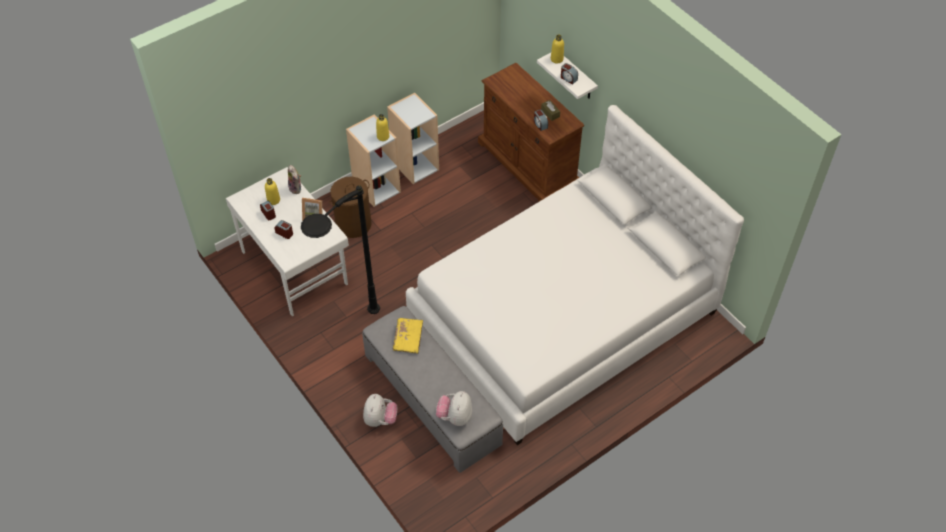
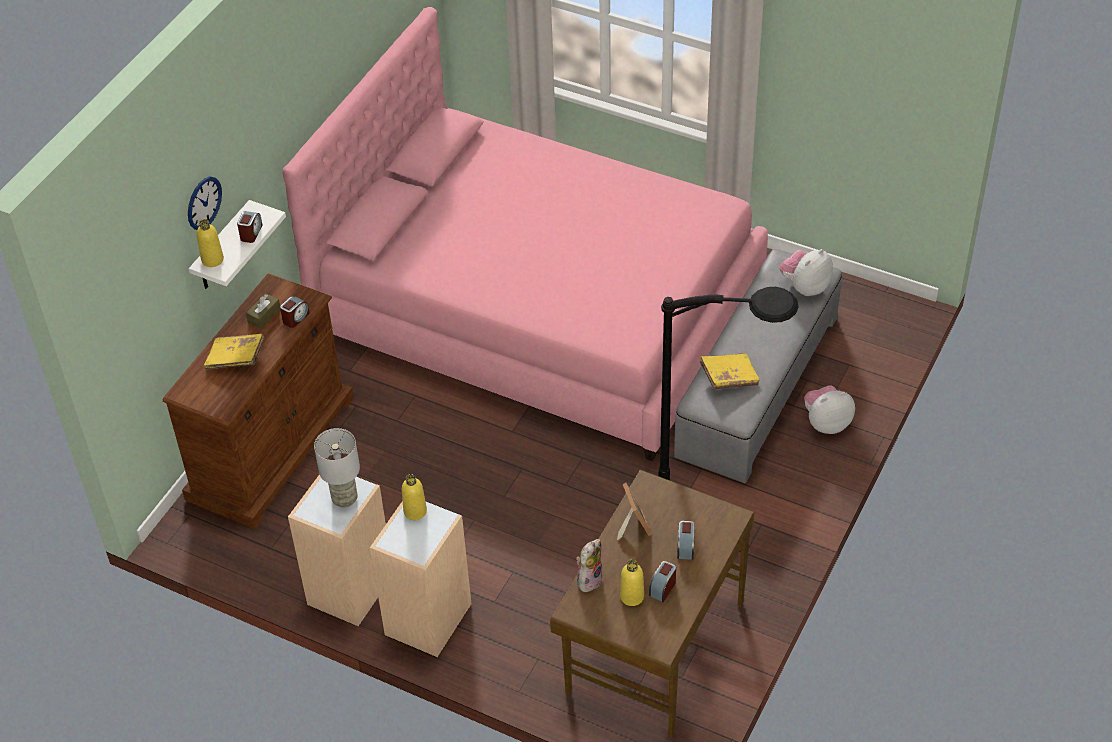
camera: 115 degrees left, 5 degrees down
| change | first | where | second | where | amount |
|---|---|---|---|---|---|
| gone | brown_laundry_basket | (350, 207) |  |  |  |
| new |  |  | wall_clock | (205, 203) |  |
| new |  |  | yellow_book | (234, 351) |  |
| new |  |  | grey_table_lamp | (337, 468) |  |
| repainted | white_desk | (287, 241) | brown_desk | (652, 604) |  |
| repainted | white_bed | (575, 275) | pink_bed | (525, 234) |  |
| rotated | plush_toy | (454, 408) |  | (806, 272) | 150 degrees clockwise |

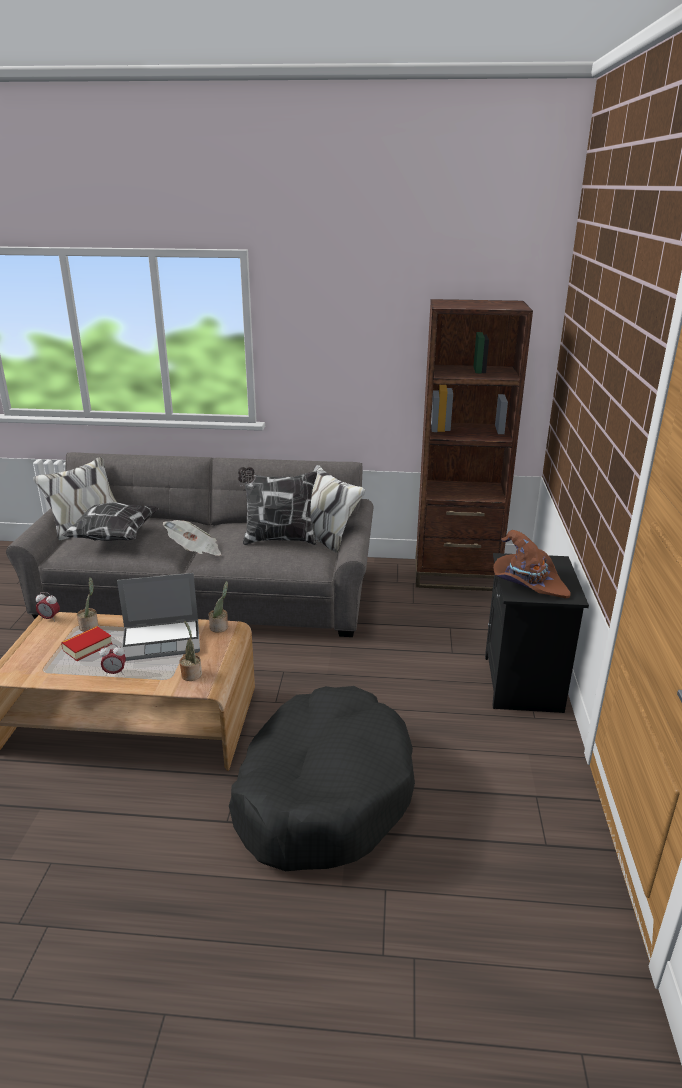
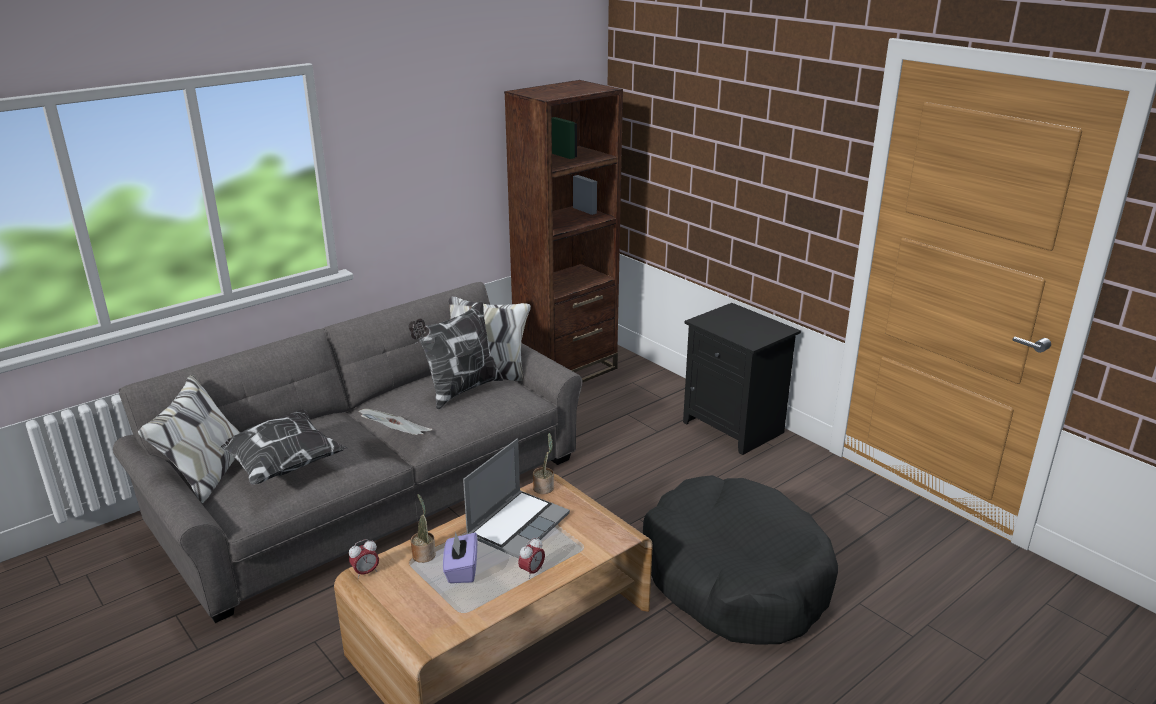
camera: 45 degrees left, 0 degrees up
| change | first | where | second | where | amount |
|---|---|---|---|---|---|
| gone | potted_plant | (190, 650) |  |  |  |
| gone | brown_hat | (531, 564) |  |  |  |
| swapped | book | (86, 643) | purple_tissue_box | (460, 557) |  |

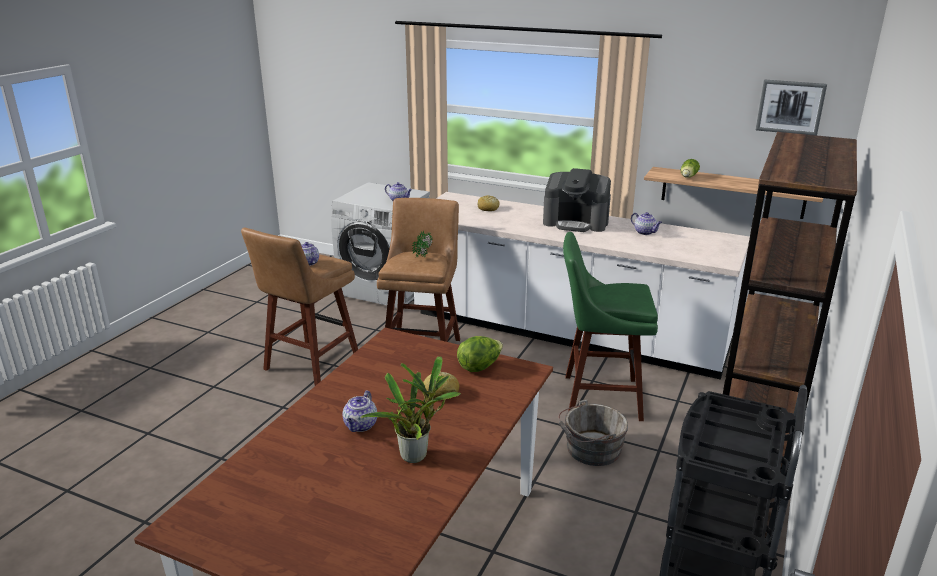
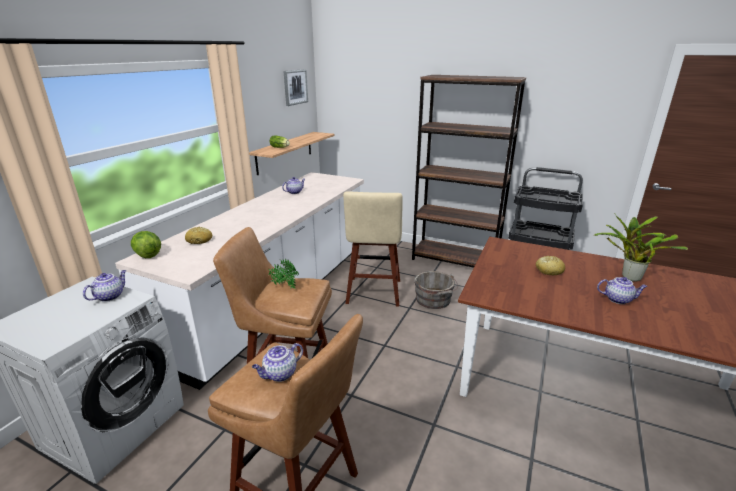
camera: 90 degrees left, 0 degrees up
| change | first | where | second | where | amount |
|---|---|---|---|---|---|
| gone | coffee_machine | (577, 200) |  |  |  |
| shifted | lettuce | (480, 354) |  | (146, 244) |  |
| repainted | green_stool | (610, 326) | beige_stool | (373, 249) |  |

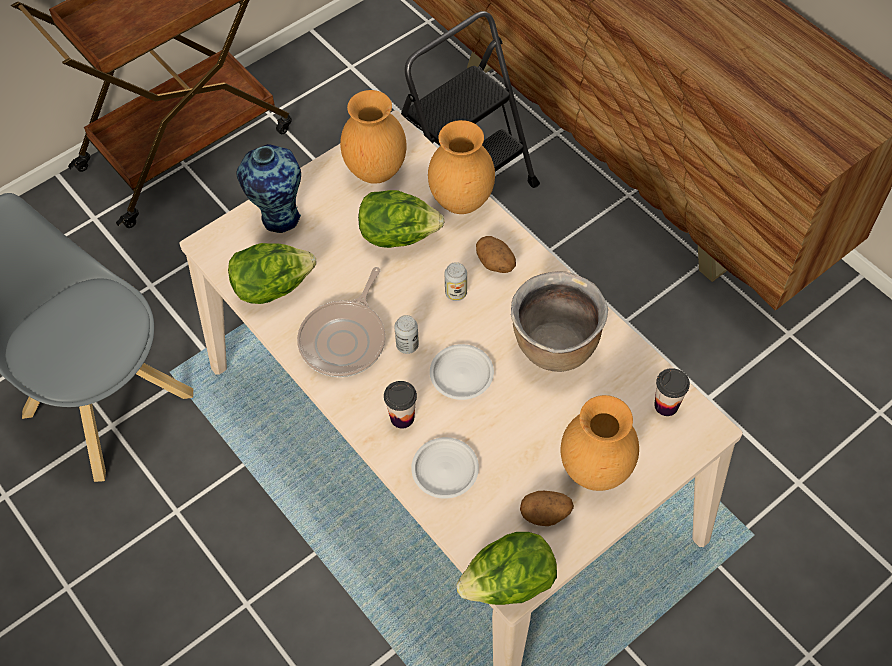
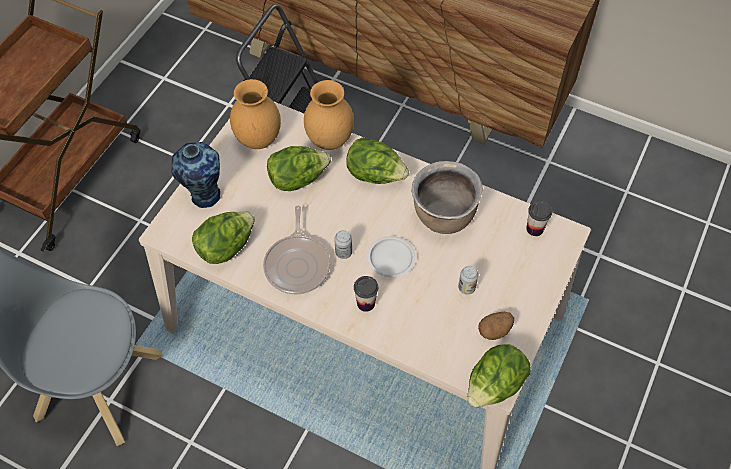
camera: 25 degrees left, 0 degrees up
| change | first | where | second | where | amount |
|---|---|---|---|---|---|
| gone | white_plate | (445, 468) |  |  |  |
| gone | brown_vase | (599, 443) |  |  |  |
| shifted | can | (456, 281) |  | (468, 280) |  |
| swapped | potato | (496, 254) | lettuce | (377, 160) |  |

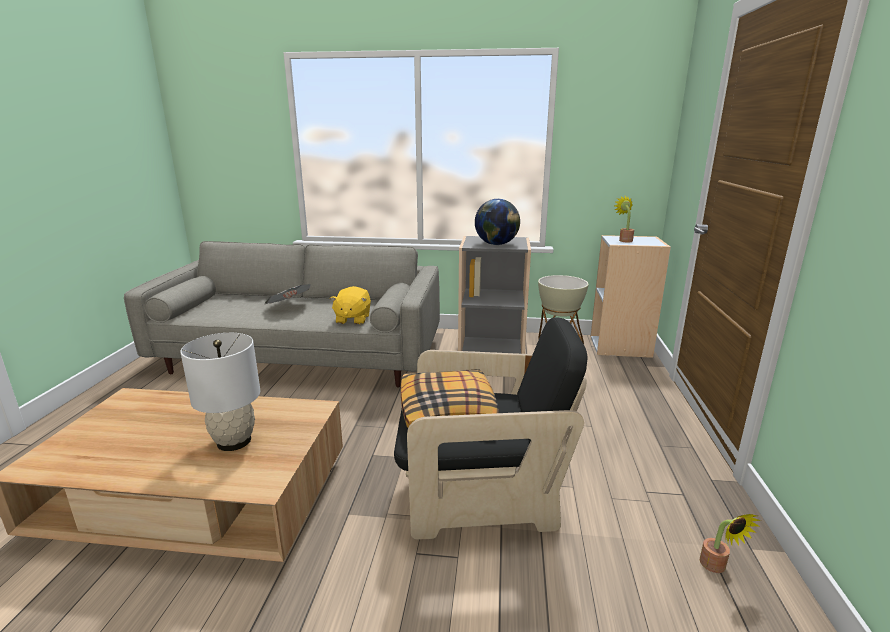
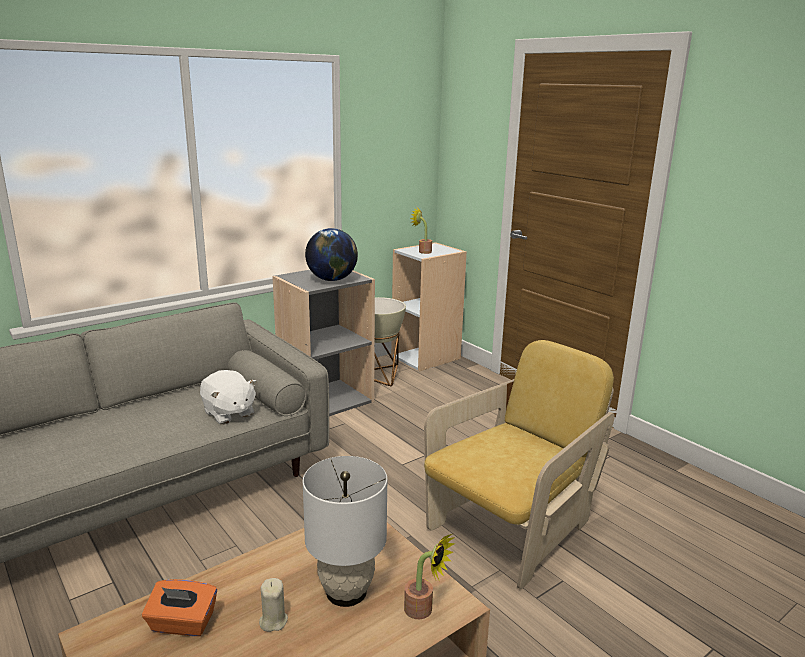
camera: 45 degrees left, 0 degrees up
| change | first | where | second | where | amount |
|---|---|---|---|---|---|
| gone | newspaper | (288, 294) |  |  |  |
| gone | pillow | (450, 398) |  |  |  |
| new |  |  | orange_tissue_box | (179, 607) |  |
| new |  |  | beige_candle | (273, 605) |  |
| shifted | potted_plant | (730, 543) |  | (429, 576) |  |
| repainted | yellow_plush_toy | (350, 305) | white_plush_toy | (228, 397) |  |
| repainted | black_armchair | (490, 429) | yellow_armchair | (519, 464) |  |

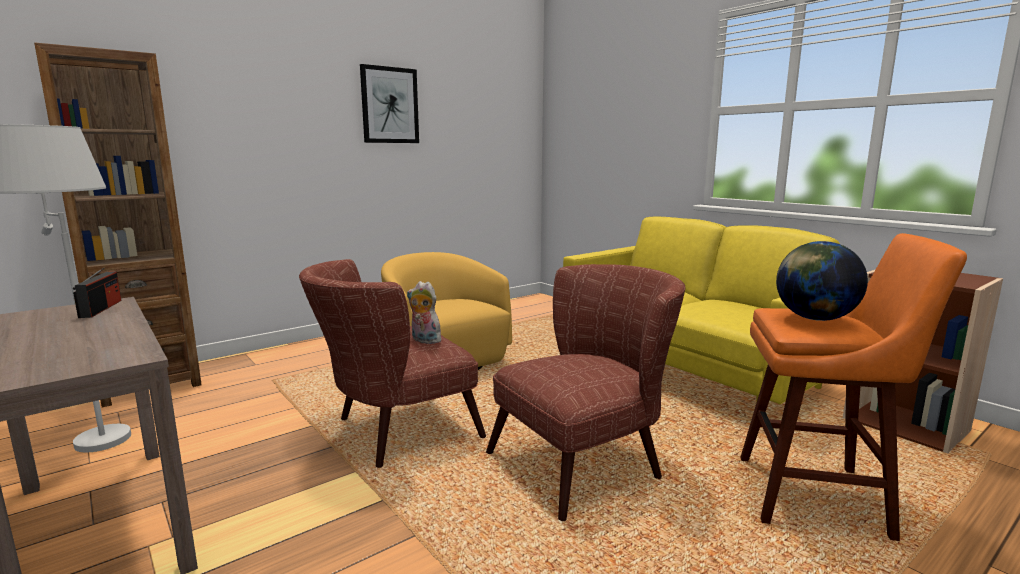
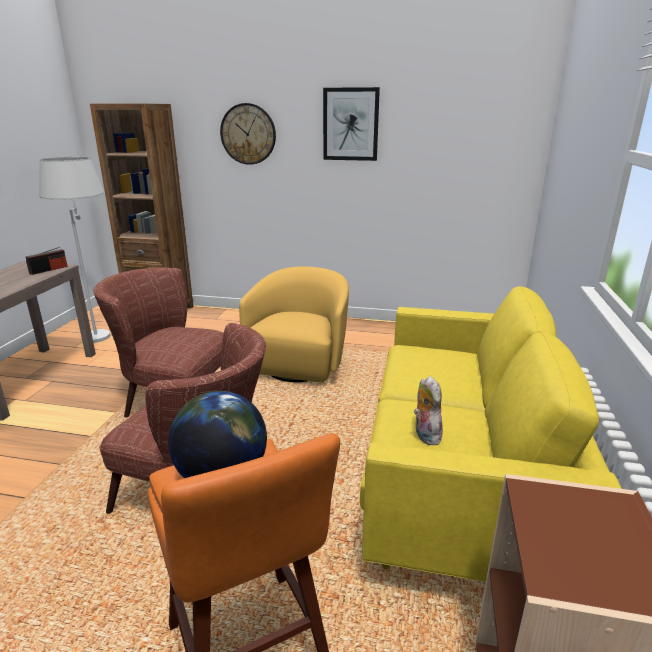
camera: 50 degrees right, 10 degrees up
| change | first | where | second | where | amount |
|---|---|---|---|---|---|
| new |  |  | wall_clock | (248, 134) |  |
| shifted | plush_toy | (425, 312) |  | (428, 411) |  |

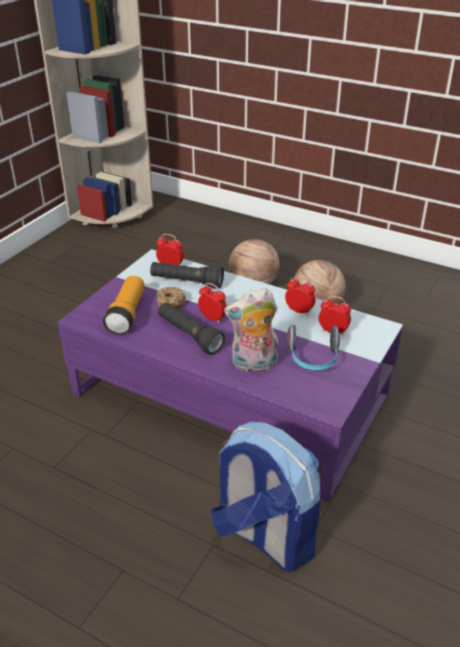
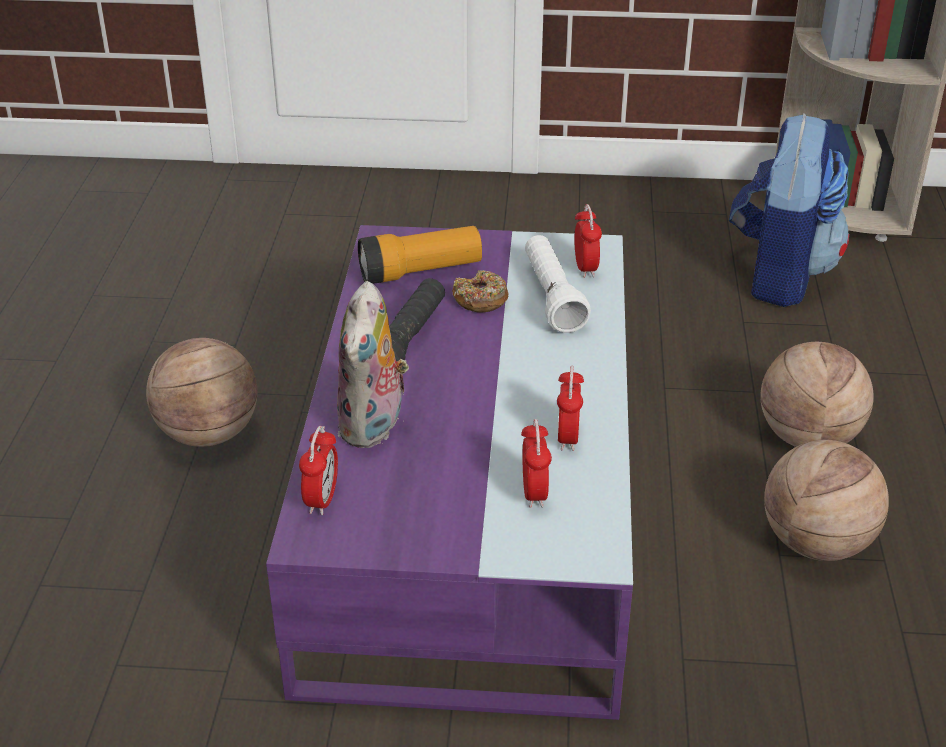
camera: 65 degrees right, 0 degrees up
| change | first | where | second | where | amount |
|---|---|---|---|---|---|
| gone | headphones | (313, 347) |  |  |  |
| new |  |  | basketball | (201, 392) |  |
| shifted | alarm_clock | (212, 303) |  | (318, 470) |  |
| shifted | backpack | (265, 496) |  | (789, 210) |  |
| repainted | black_flashlight | (187, 275) | white_flashlight | (558, 284) |  |
| rotated | plush_toy | (251, 331) |  | (373, 364) | 135 degrees counterclockwise |

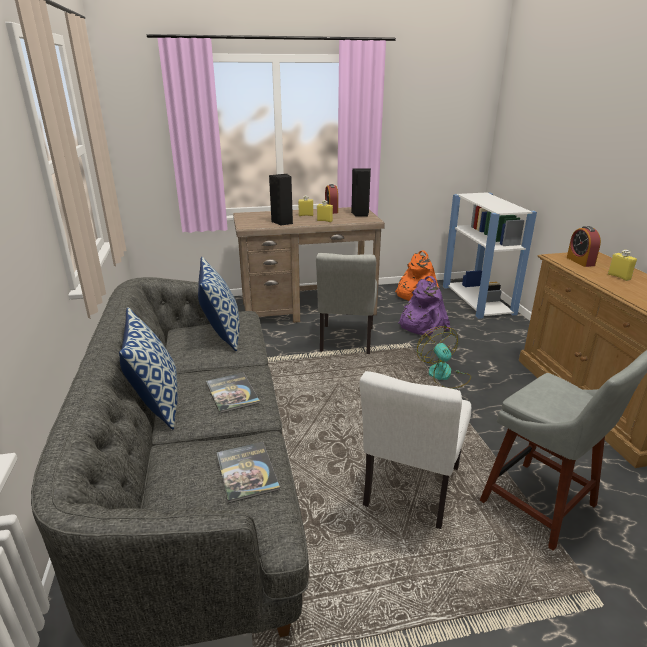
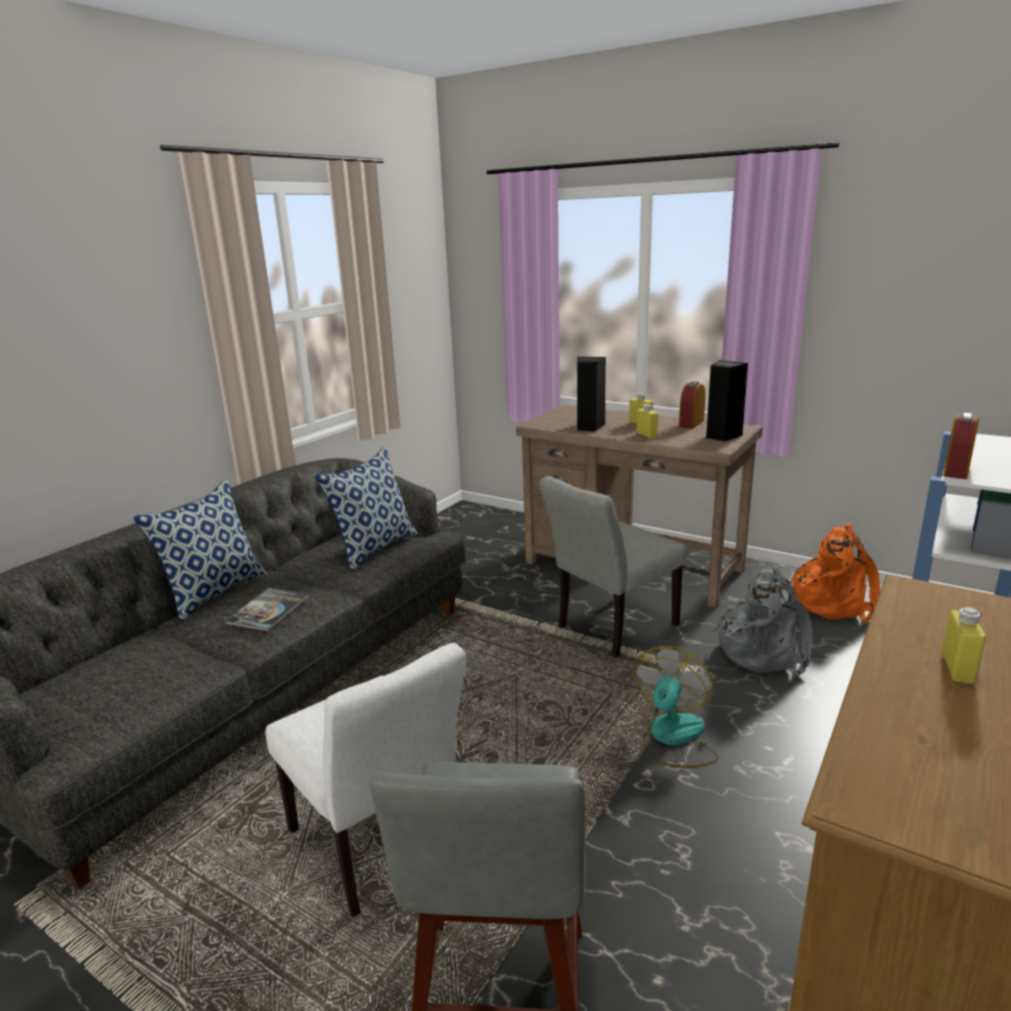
camera: 45 degrees right, 5 degrees down
| change | first | where | second | where | amount |
|---|---|---|---|---|---|
| gone | book | (248, 472) |  |  |  |
| shifted | alarm_clock | (584, 246) |  | (961, 446) |  |
| repainted | purple_backpack | (424, 305) | grey_backpack | (763, 620) |  |
| rotated | white_chair | (415, 450) |  | (366, 780) | 105 degrees counterclockwise |

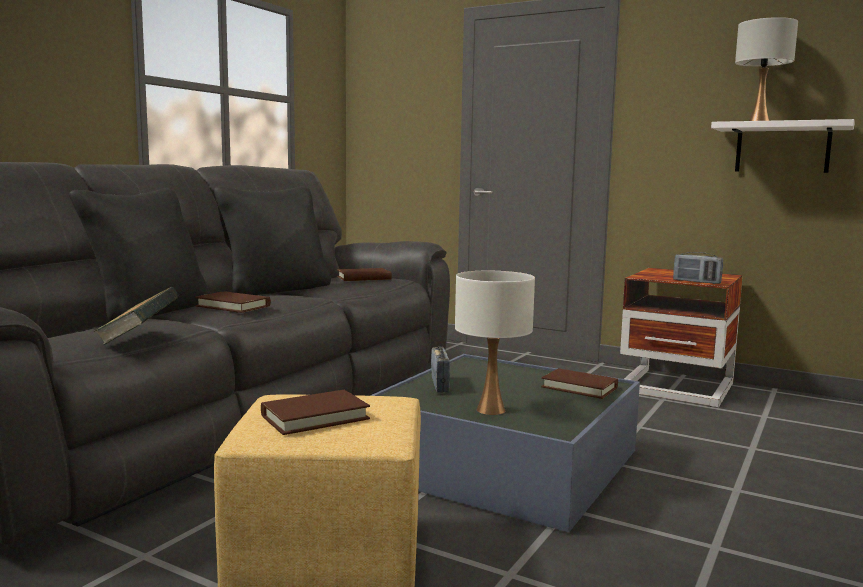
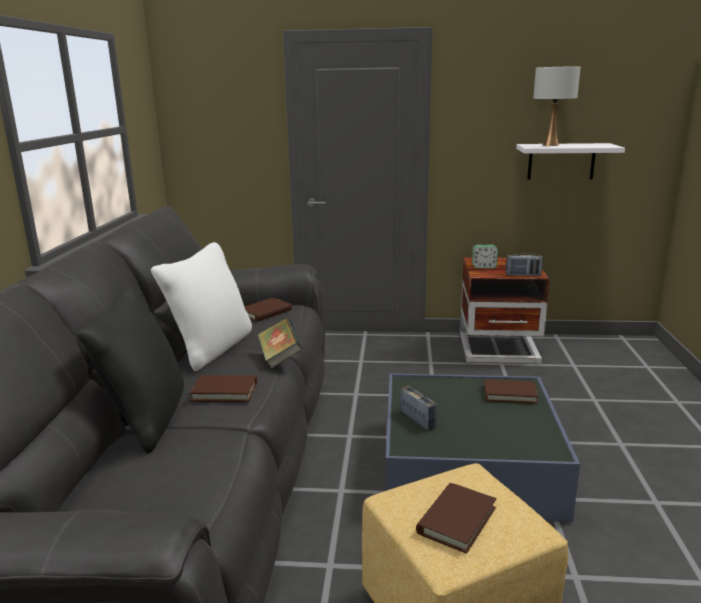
camera: 25 degrees left, 10 degrees up
| change | first | where | second | where | amount |
|---|---|---|---|---|---|
| gone | white_table_lamp | (495, 343) |  |  |  |
| new |  |  | alarm_clock | (485, 256) |  |
| shifted | book | (136, 316) |  | (280, 343) |  |
| repainted | black_pillow | (272, 240) | white_pillow | (201, 306) |  |

